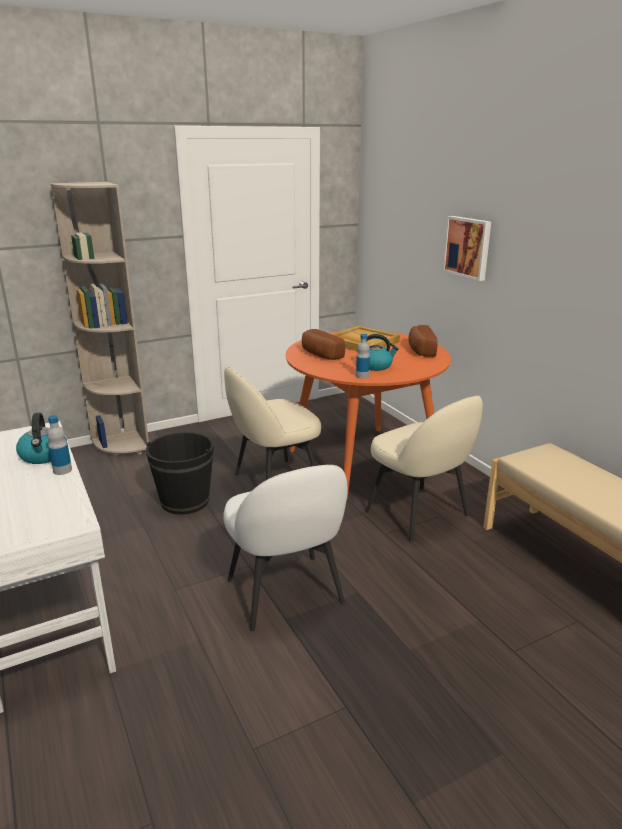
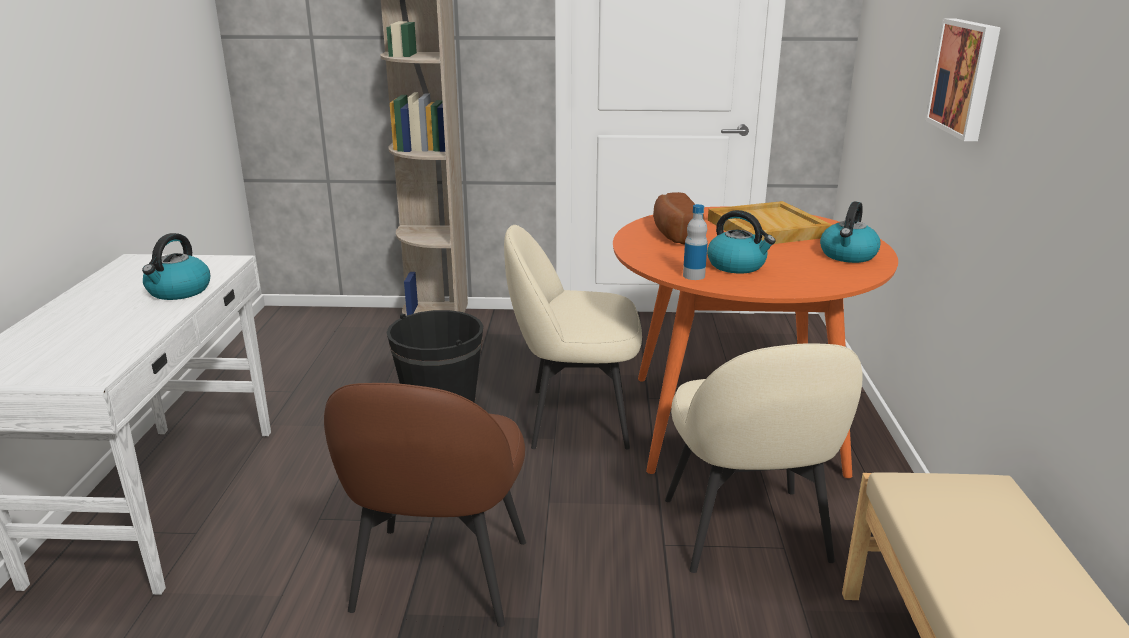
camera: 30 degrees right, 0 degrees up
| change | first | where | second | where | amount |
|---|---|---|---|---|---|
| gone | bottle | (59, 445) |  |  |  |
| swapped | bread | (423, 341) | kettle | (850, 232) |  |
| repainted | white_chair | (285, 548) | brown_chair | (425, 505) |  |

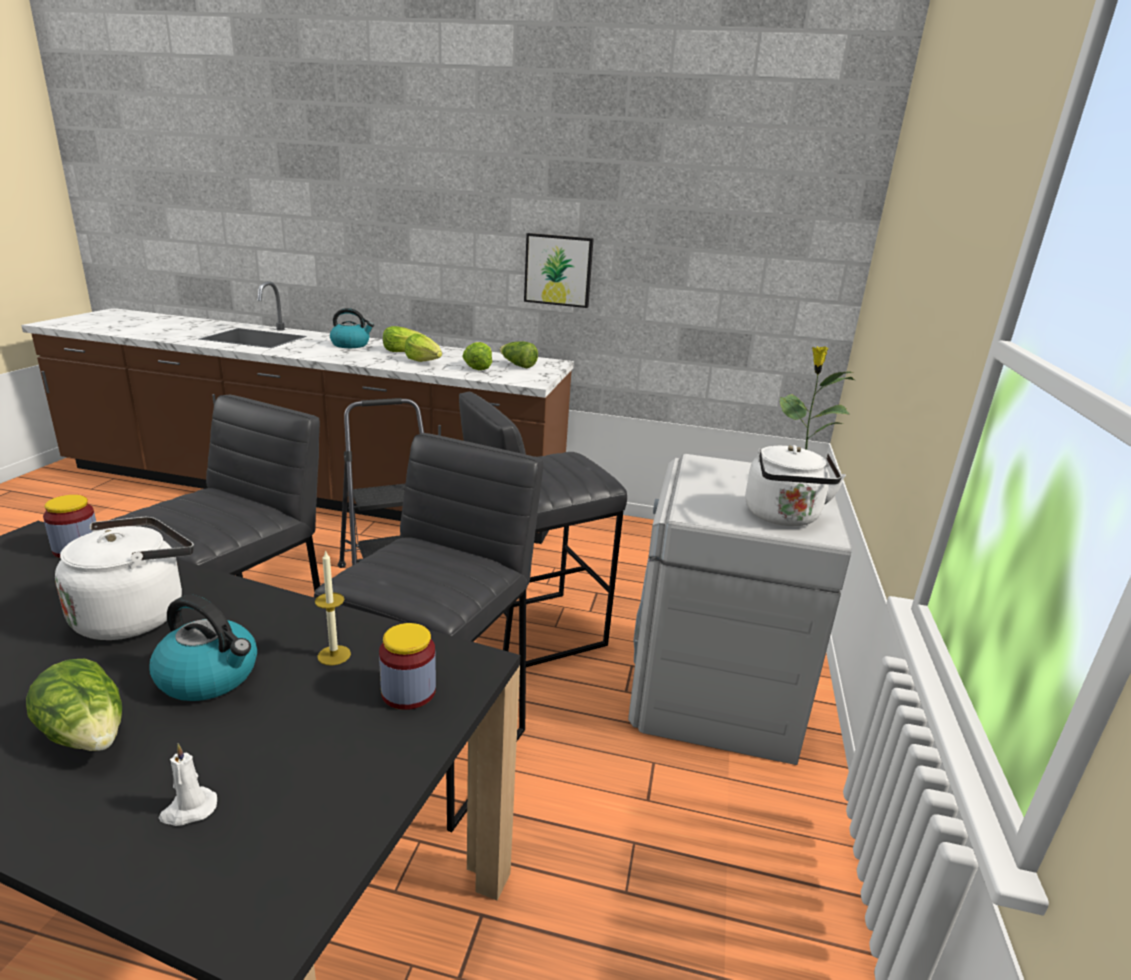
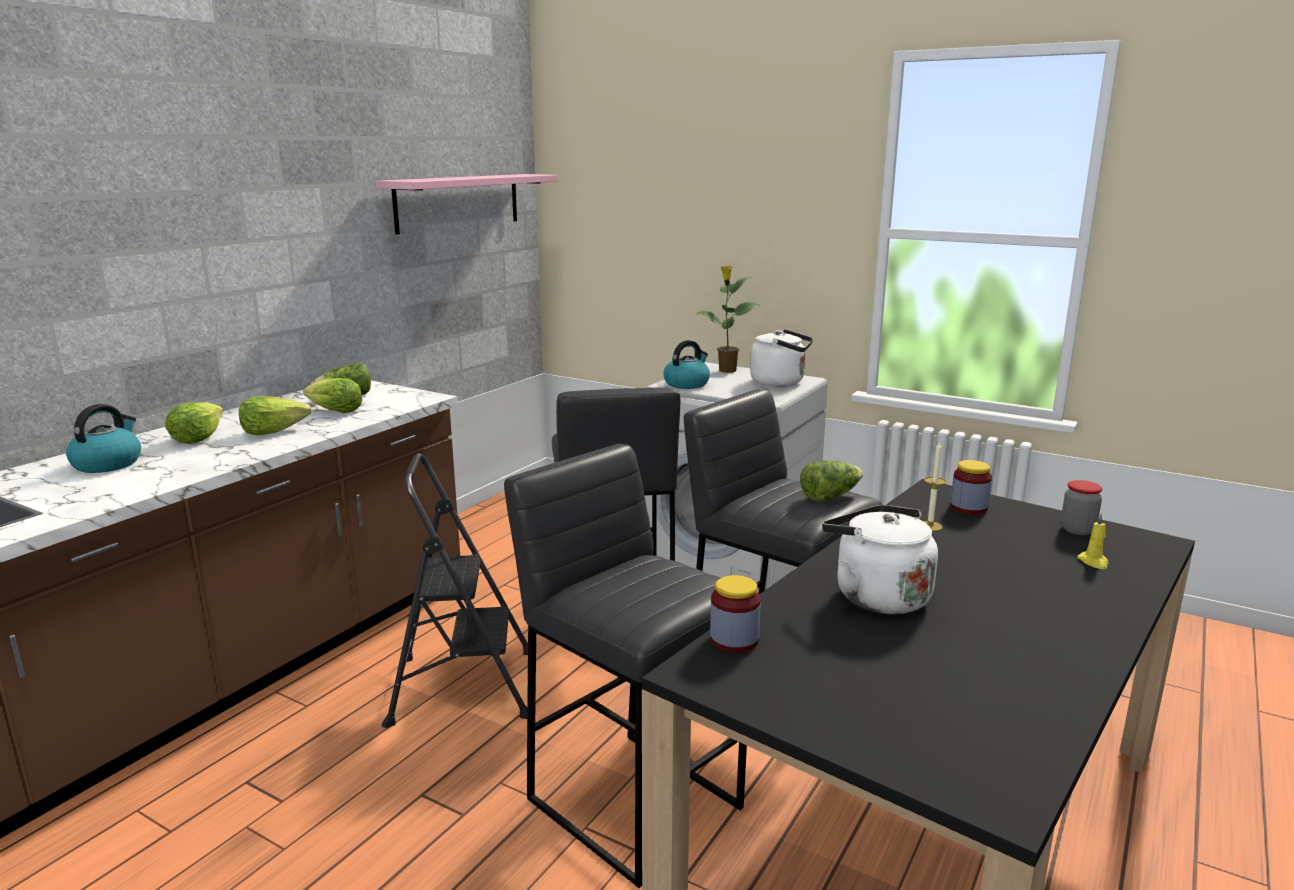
camera: 70 degrees left, 5 degrees down
| change | first | where | second | where | amount |
|---|---|---|---|---|---|
| gone | picture | (559, 270) |  |  |  |
| new |  |  | pink_shelf | (467, 204) |  |
| new |  |  | jar | (1081, 507) |  |
| shifted | lettuce | (74, 705) |  | (831, 481) |  |
| shifted | kettle | (203, 648) |  | (686, 364) |  |
| repainted | white_candle | (188, 785) | yellow_candle | (1093, 541) |  |

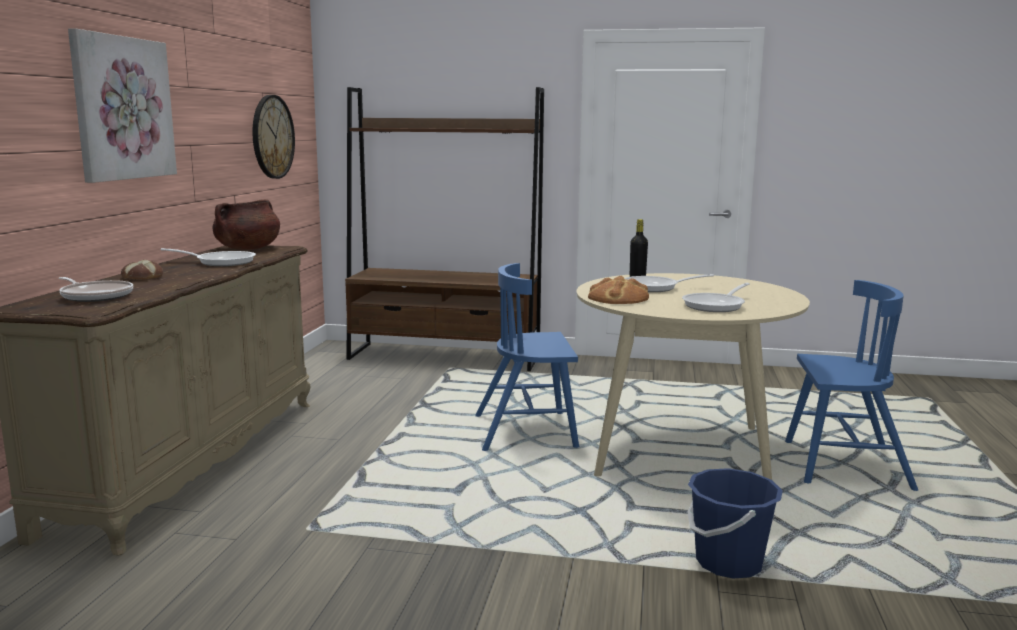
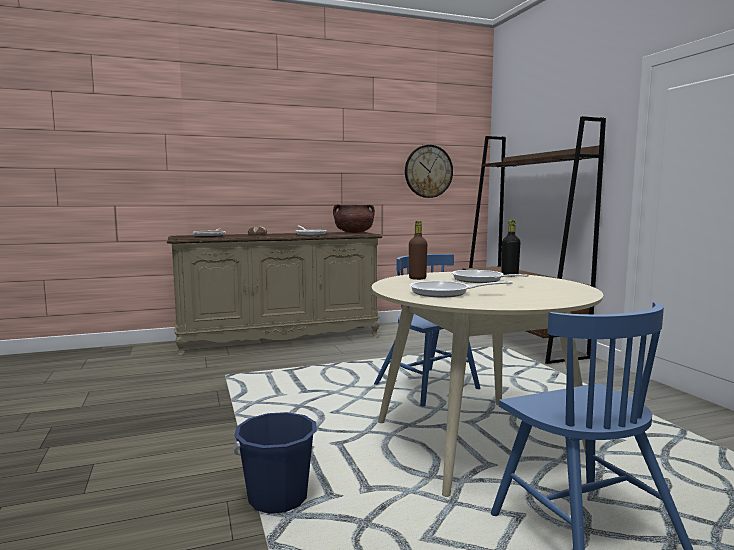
camera: 60 degrees right, 5 degrees down
| change | first | where | second | where | amount |
|---|---|---|---|---|---|
| gone | picture | (122, 105) |  |  |  |
| swapped | bread | (618, 290) | brown_bottle | (418, 250) |  |

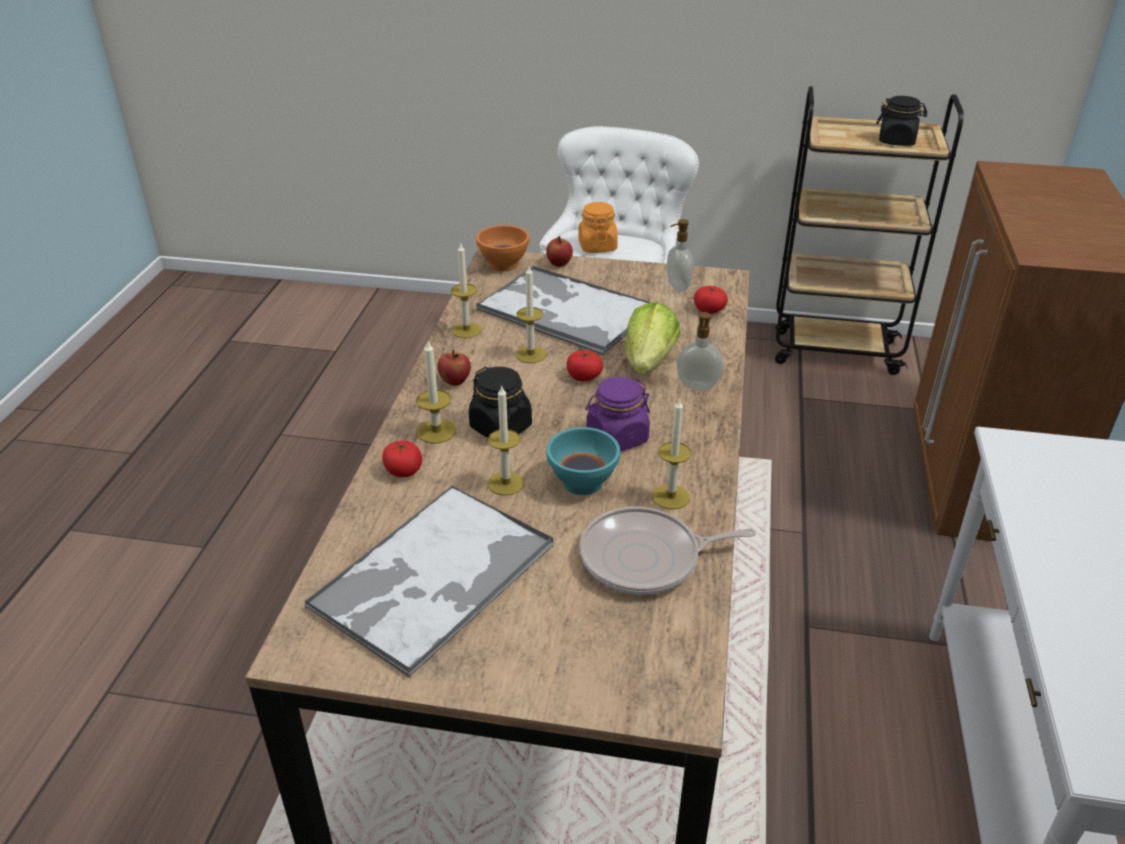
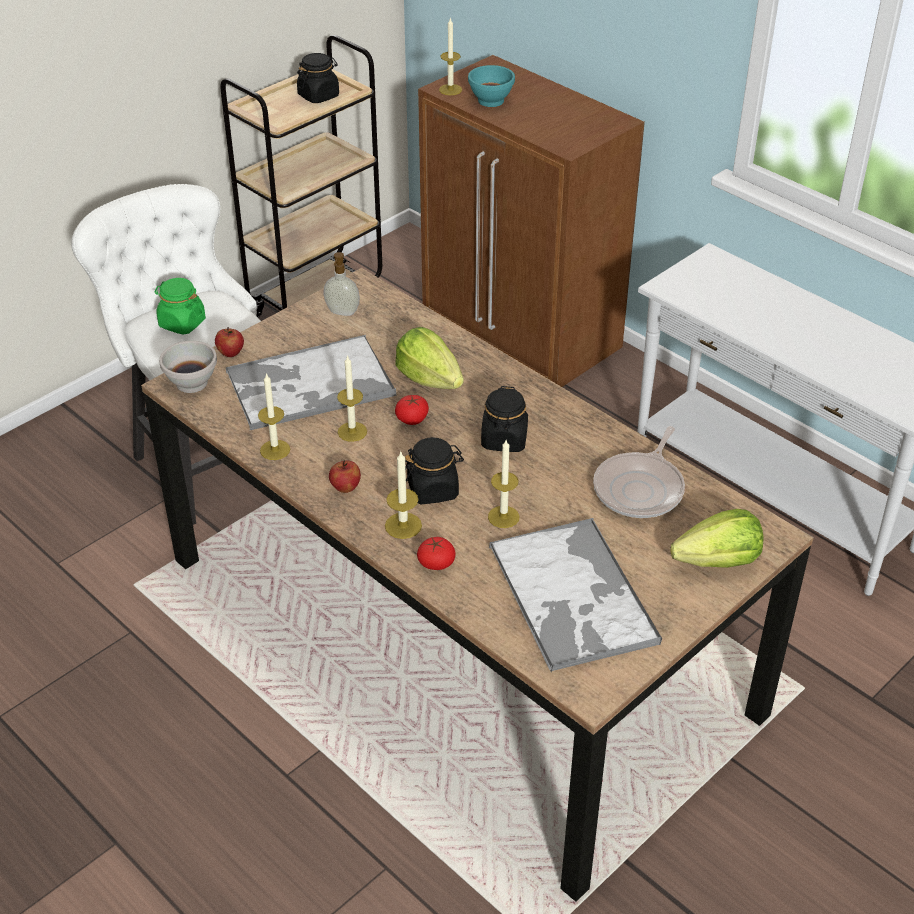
camera: 55 degrees left, 5 degrees up
| change | first | where | second | where | amount |
|---|---|---|---|---|---|
| gone | soap_dispenser | (700, 351) |  |  |  |
| gone | tomato | (711, 300) |  |  |  |
| new |  |  | lettuce | (717, 538) |  |
| shifted | turquoise_bowl | (583, 461) |  | (491, 86) |  |
| shifted | candle | (671, 453) |  | (450, 56) |  |
| repainted | orange_bowl | (503, 248) | white_bowl | (188, 367) |  |
| repainted | orange_jar | (598, 227) | green_jar | (180, 306) |  |
| repainted | purple_jar | (618, 414) | black_jar | (504, 419) |  |

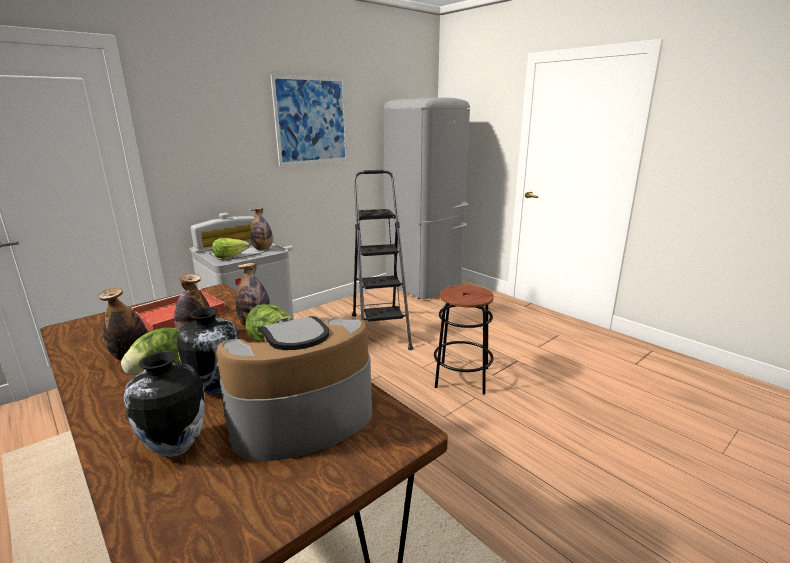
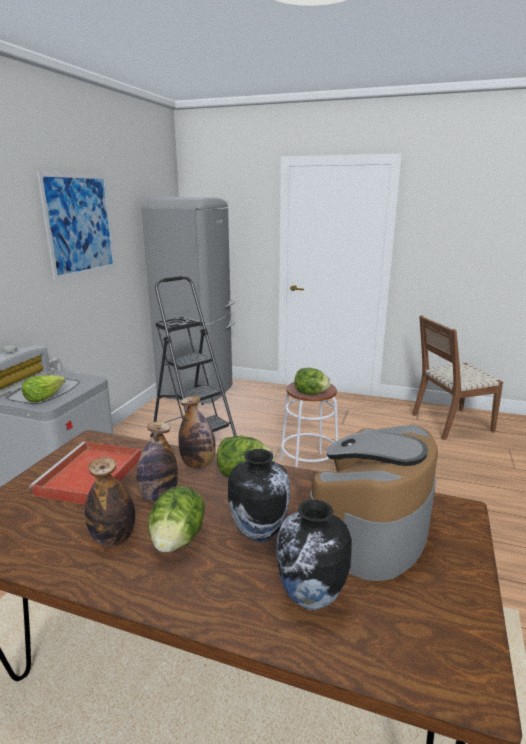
camera: 30 degrees left, 0 degrees up
| change | first | where | second | where | amount |
|---|---|---|---|---|---|
| gone | bottle | (261, 229) |  |  |  |
| new |  |  | lettuce | (313, 381) |  |
| new |  |  | chair | (457, 377) |  |
| repainted | black_stool | (464, 339) | white_stool | (309, 427) |  |

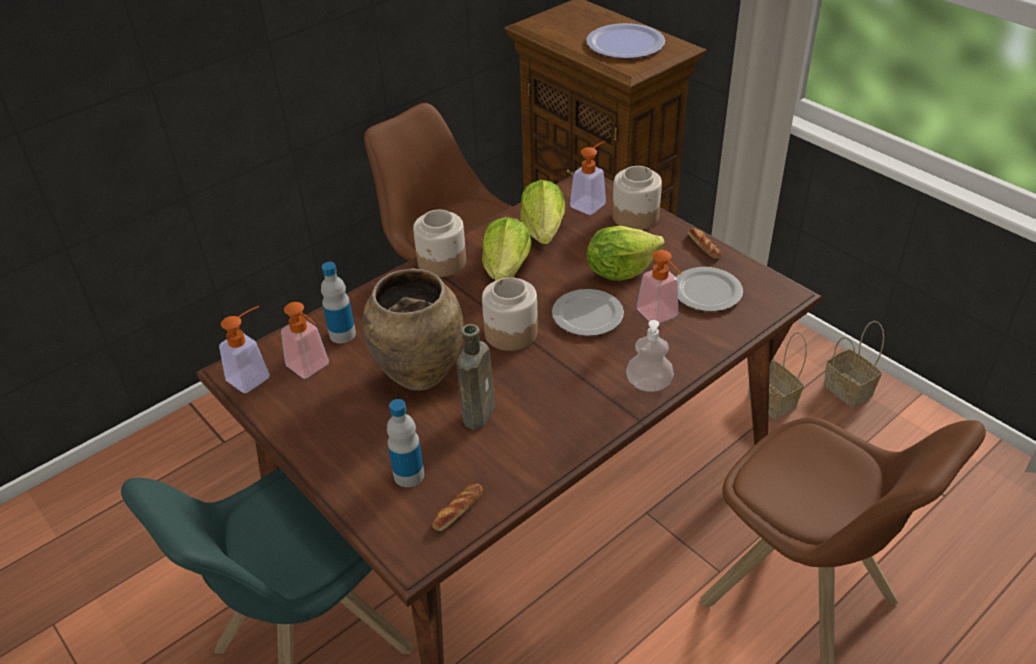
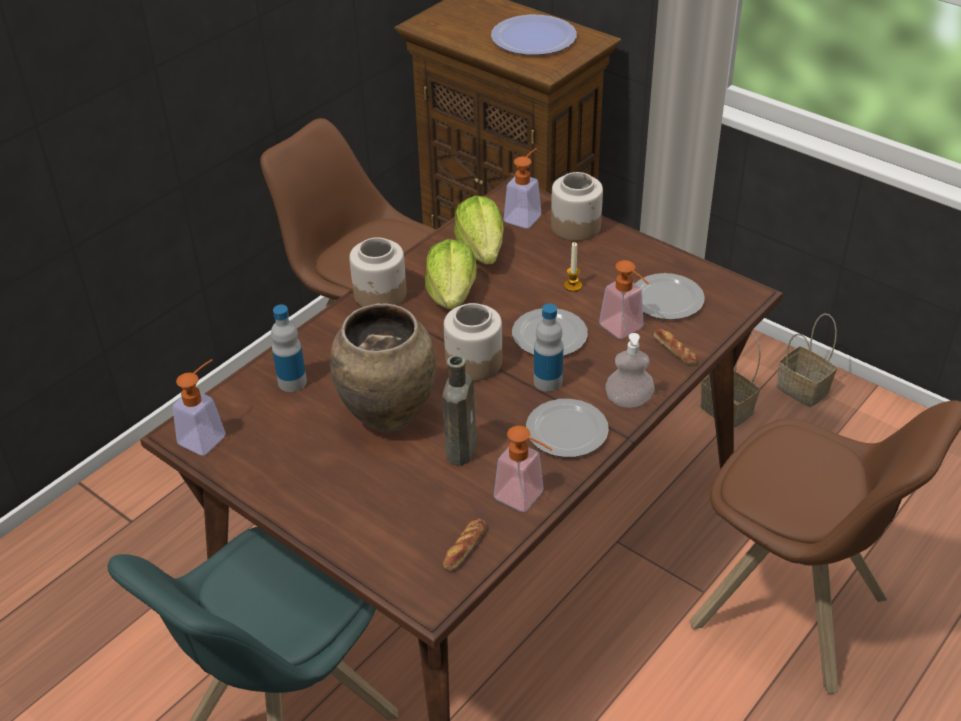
camera: 10 degrees left, 0 degrees up
| change | first | where | second | where | amount |
|---|---|---|---|---|---|
| new |  |  | plate | (567, 428) |  |
| shifted | soap_dispenser | (305, 340) |  | (523, 469) |  |
| shifted | bottle | (405, 443) |  | (548, 347) |  |
| shifted | bread | (705, 243) |  | (676, 347) |  |
| swapped | lettuce | (625, 253) | candle | (573, 267) |  |

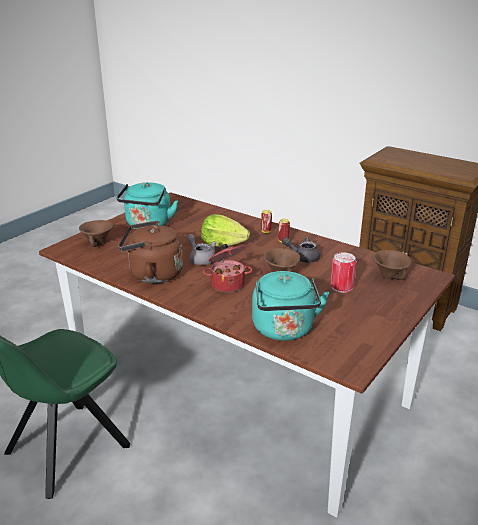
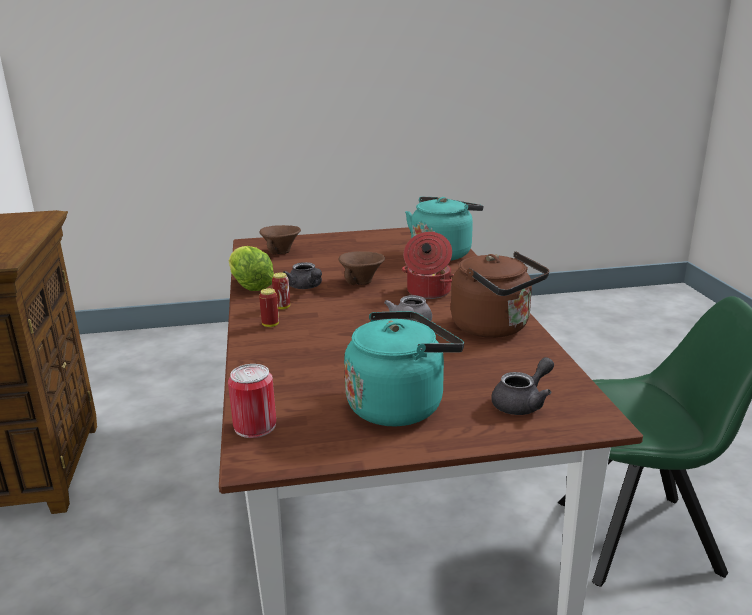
camera: 135 degrees left, 5 degrees down
| change | first | where | second | where | amount |
|---|---|---|---|---|---|
| shifted | lettuce | (225, 230) |  | (251, 268) |  |
| shifted | can | (343, 273) |  | (252, 401) |  |
| swapped | brown_bowl | (96, 233) | grey_teapot | (522, 386) |  |

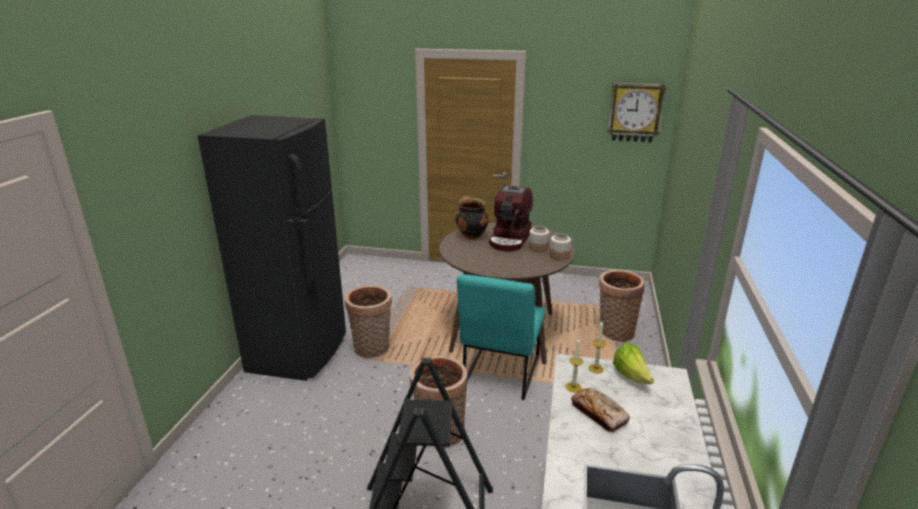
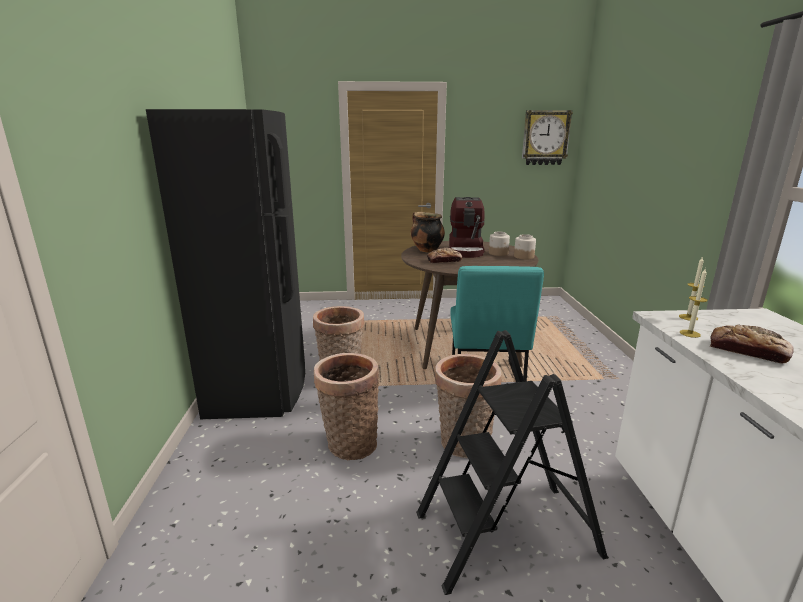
camera: 15 degrees left, 5 degrees down
| change | first | where | second | where | amount |
|---|---|---|---|---|---|
| gone | lettuce | (633, 363) |  |  |  |
| new |  |  | bread | (444, 255) |  |
| shifted | basket | (622, 306) |  | (346, 406) |  |

